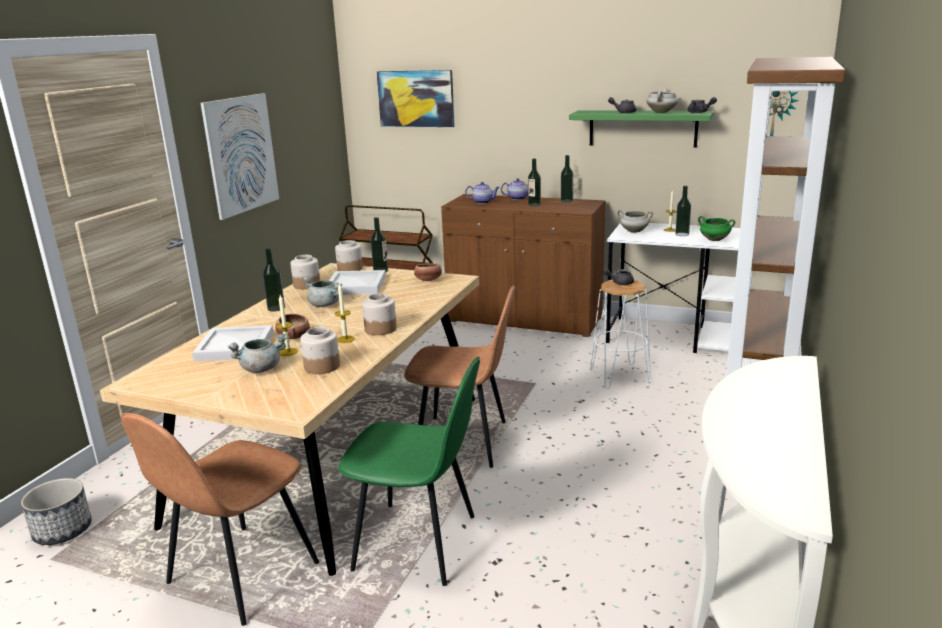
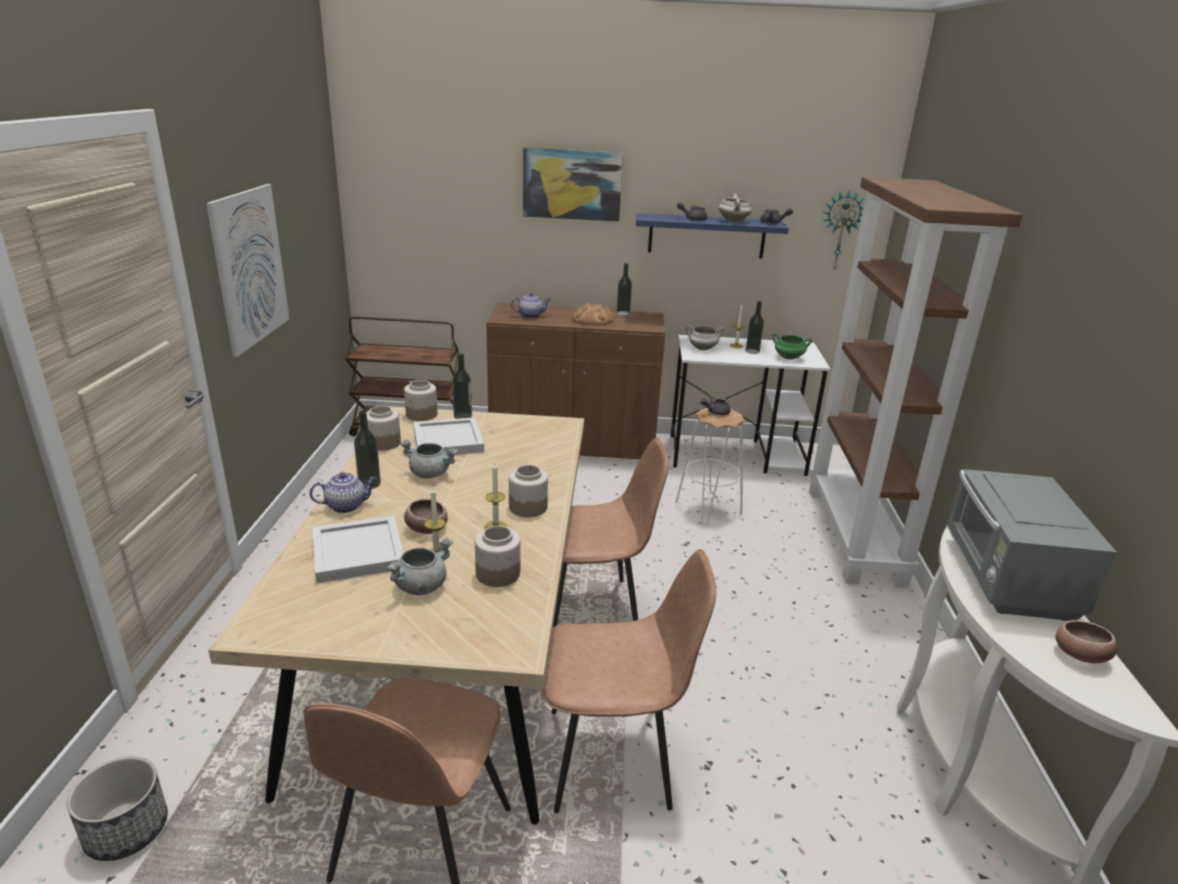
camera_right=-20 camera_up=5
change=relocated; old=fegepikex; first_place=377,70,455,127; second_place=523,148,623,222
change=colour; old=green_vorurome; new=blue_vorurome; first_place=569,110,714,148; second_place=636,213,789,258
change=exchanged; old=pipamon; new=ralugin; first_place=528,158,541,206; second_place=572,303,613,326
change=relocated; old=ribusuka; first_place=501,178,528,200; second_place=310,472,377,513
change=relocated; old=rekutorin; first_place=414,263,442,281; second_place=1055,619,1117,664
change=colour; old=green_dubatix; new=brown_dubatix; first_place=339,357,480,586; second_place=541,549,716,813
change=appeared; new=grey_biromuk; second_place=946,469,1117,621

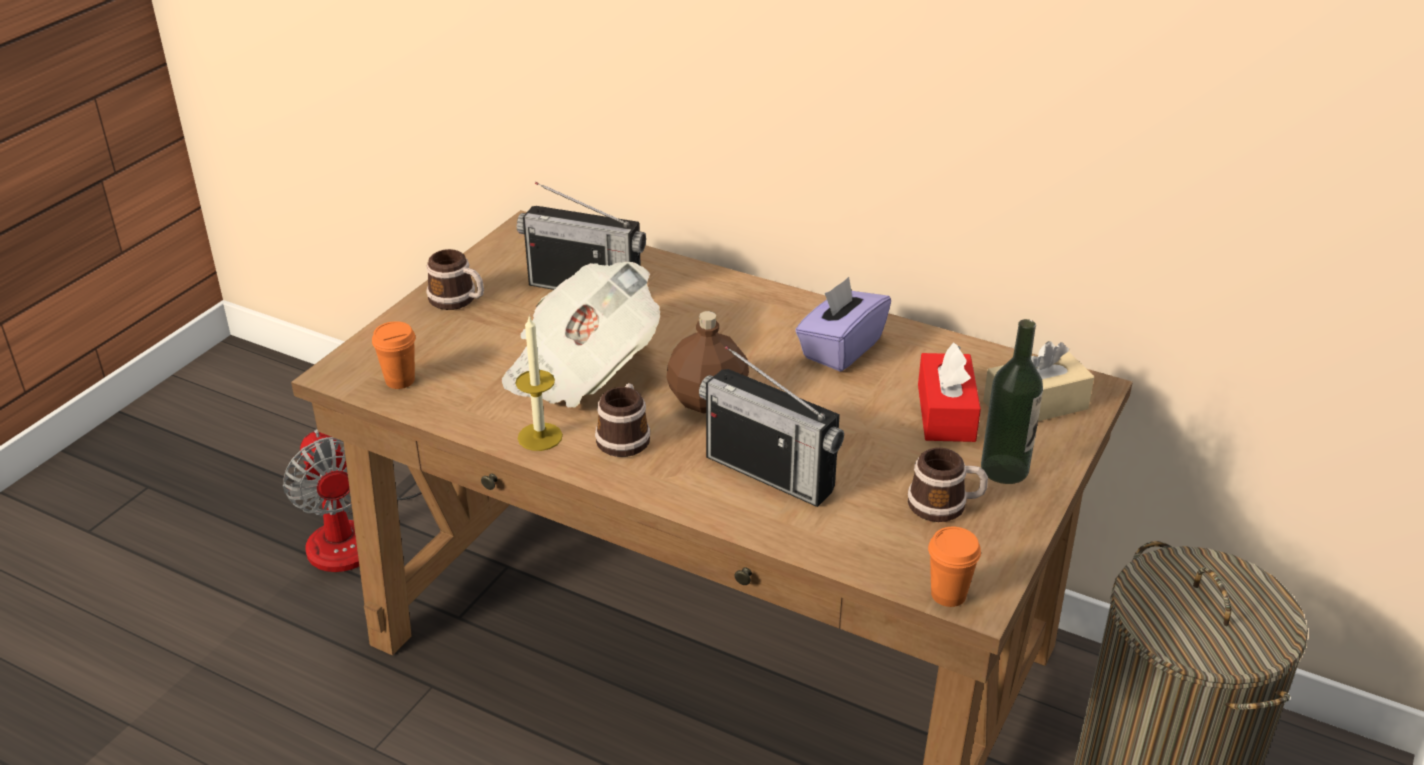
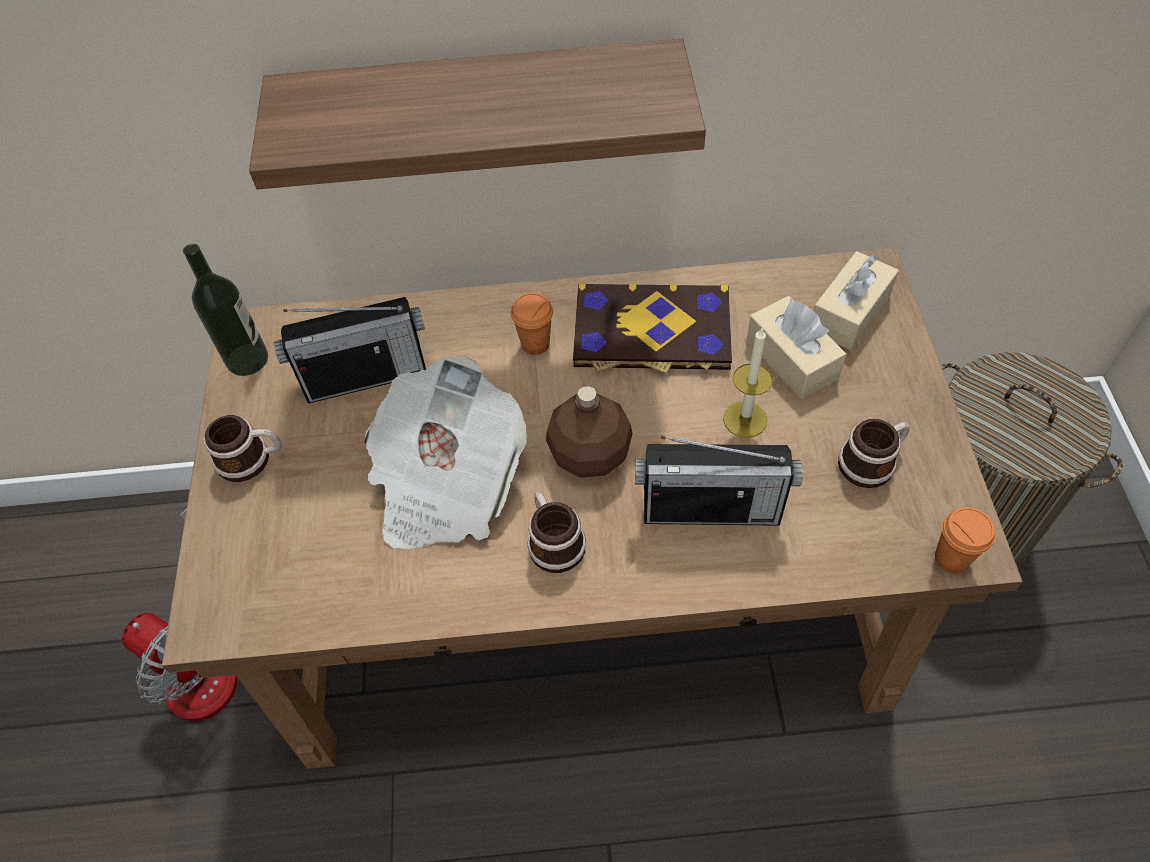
camera_right=-30 camera_up=20
change=exchanged; old=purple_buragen; new=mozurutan; first_place=795,277,891,371; second_place=573,283,732,374
change=relocated; old=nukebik; first_place=515,315,563,451; second_place=723,328,773,438
change=relocated; old=pipamon; first_place=981,319,1043,484; second_place=183,244,268,376
change=relocated; old=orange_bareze; first_place=372,321,416,389; second_place=511,293,553,355
change=colour; old=red_buragen; new=beige_buragen; first_place=918,342,981,442; second_place=747,296,846,399
change=appeared; new=vorurome; second_place=249,39,706,189

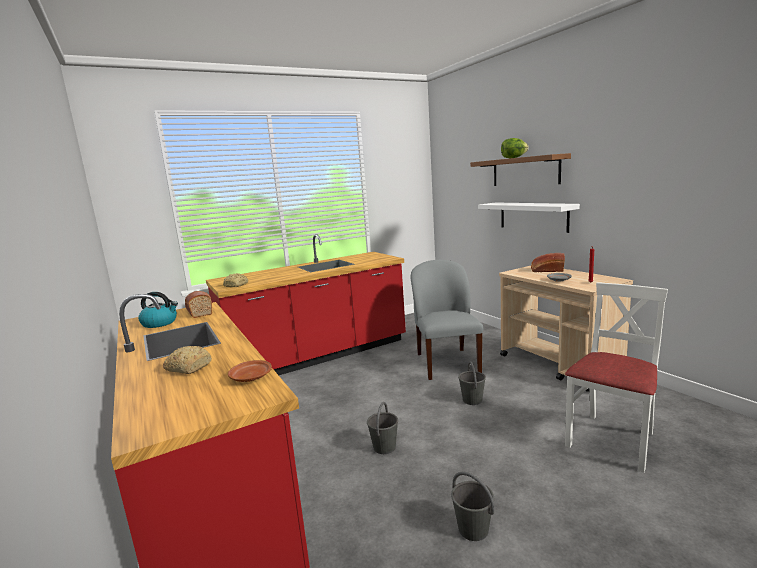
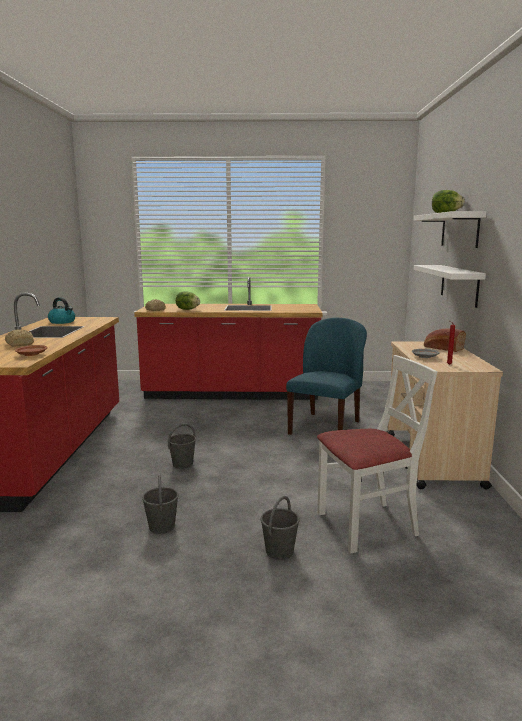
camera_right=30 camera_up=0
change=colour; old=brown_vorurome; new=white_vorurome; first_place=470,153,571,186; second_place=413,211,486,248
change=colour; old=grey_dubatix; new=blue_dubatix; first_place=411,260,483,380; second_place=286,318,367,435
change=missing; old=ralugin; first_place=185,291,212,318
change=relocated; old=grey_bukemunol; first_place=458,361,486,405; second_place=261,496,300,560
change=appeared; new=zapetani; second_place=176,291,200,310

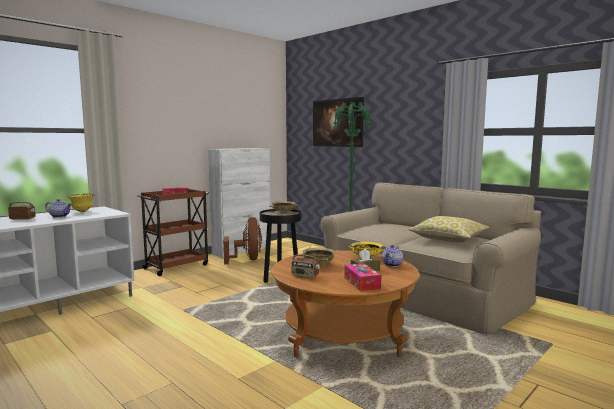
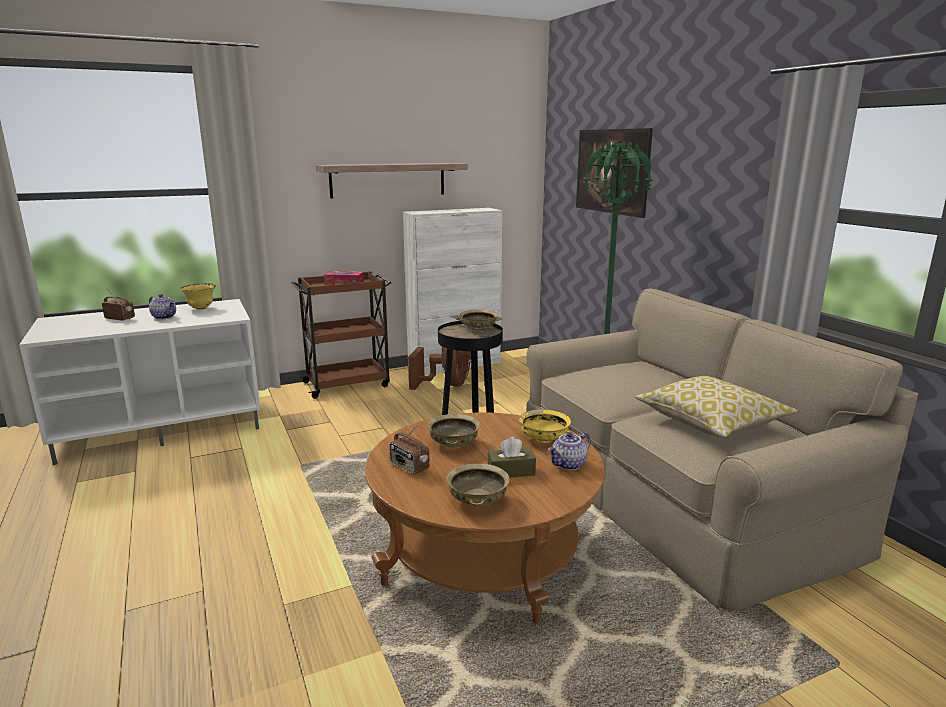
camera_right=20 camera_up=10
change=exchanged; old=buragen; new=beige_rekutorin; first_place=344,263,381,291; second_place=447,464,510,506
change=appeared; new=vorurome; second_place=316,163,468,199

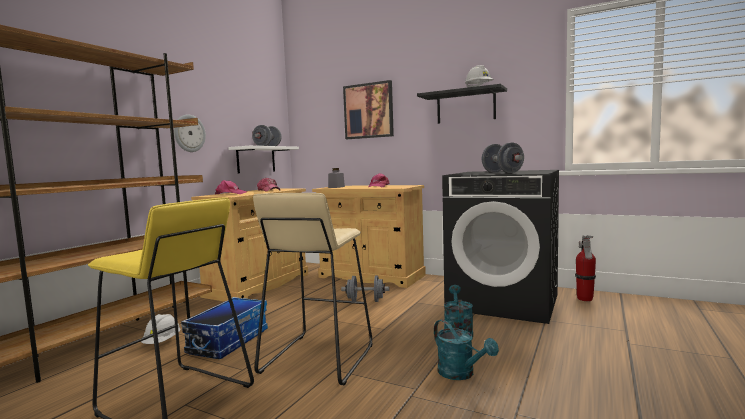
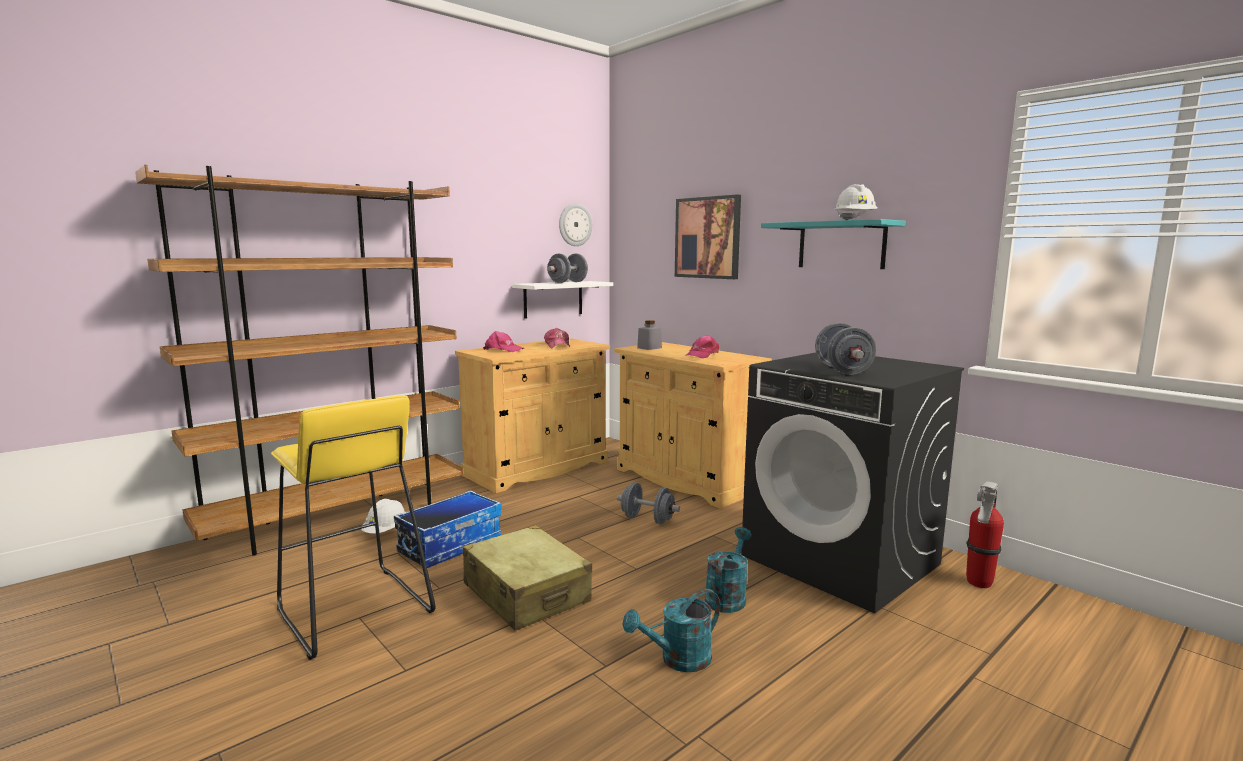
camera_right=20 camera_up=5
change=colour; old=black_vorurome; new=turquoise_vorurome; first_place=417,84,507,124; second_place=761,219,906,269
change=relocated; old=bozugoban; first_place=174,115,206,152; second_place=559,203,592,246
change=exchanged; old=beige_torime; new=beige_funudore; first_place=253,193,373,385; second_place=463,525,592,631
change=spun; old=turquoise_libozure; first_place=434,319,499,380; second_place=623,589,720,672; degrees=75

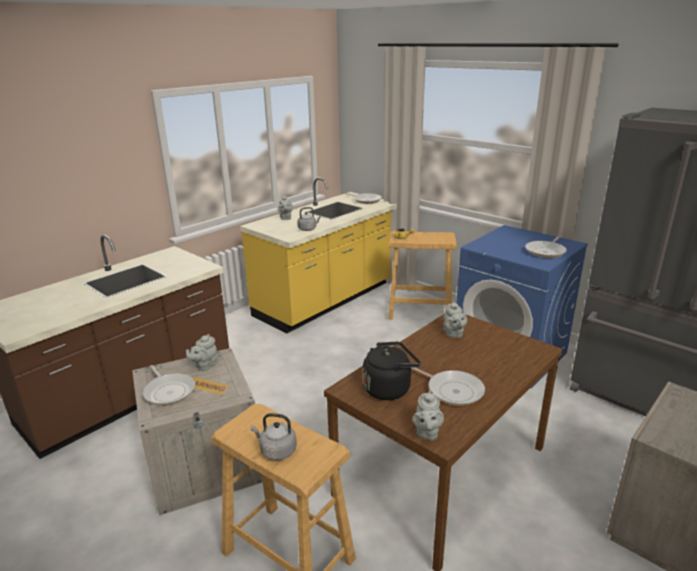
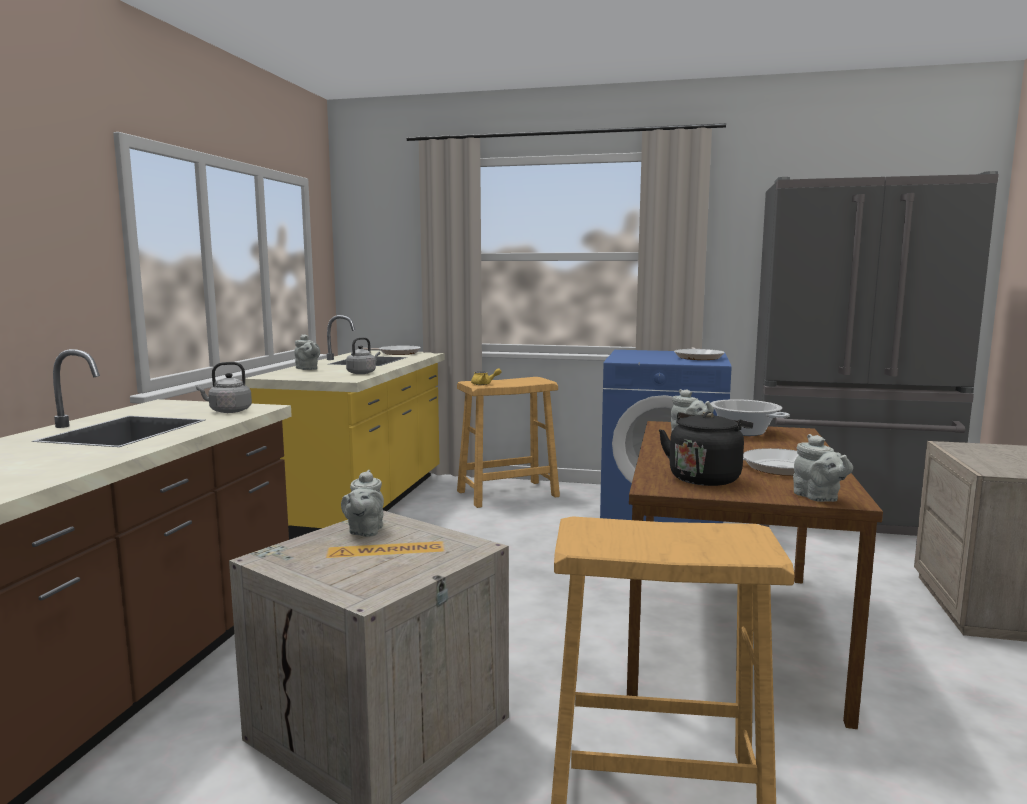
camera_right=-30 camera_up=-15
change=missing; old=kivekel; first_place=143,365,195,405
change=relocated; old=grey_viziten; first_place=251,413,297,460; second_place=196,362,252,413
change=appeared; new=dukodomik; second_place=705,399,790,436

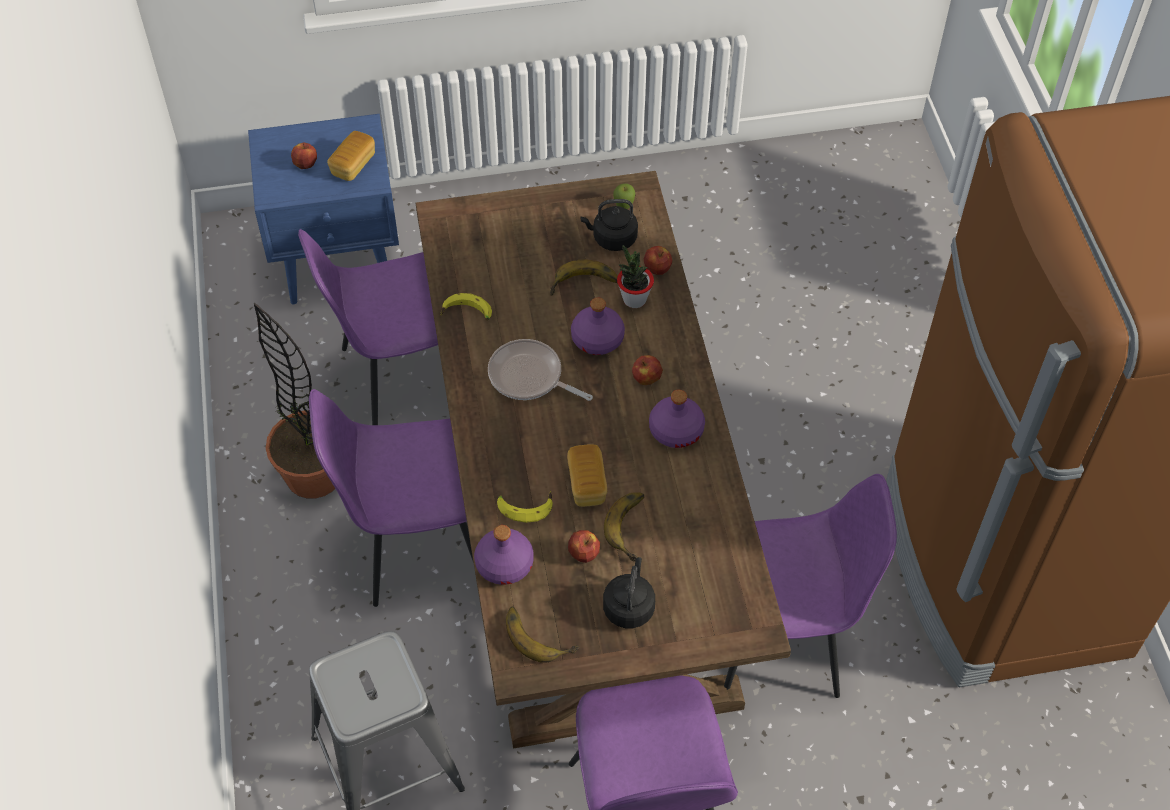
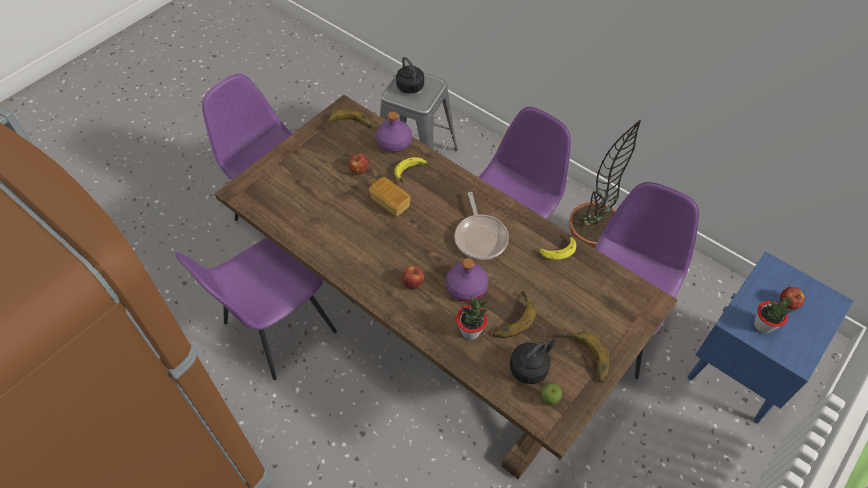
camera_right=140 camera_up=0
change=exchanged; old=ralugin; new=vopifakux; first_place=327,131,375,181; second_place=754,297,793,333
change=missing; old=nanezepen; first_place=644,246,672,275
change=spun; old=kivekel; first_place=488,339,593,401; second_place=454,192,509,260; degrees=90
change=missing; old=purple_pipamon; first_place=649,390,705,448
change=relocated; old=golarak; first_place=604,492,644,561; second_place=560,332,609,383
change=relocated; old=black_viziten; first_place=603,557,655,628; second_place=396,57,424,94

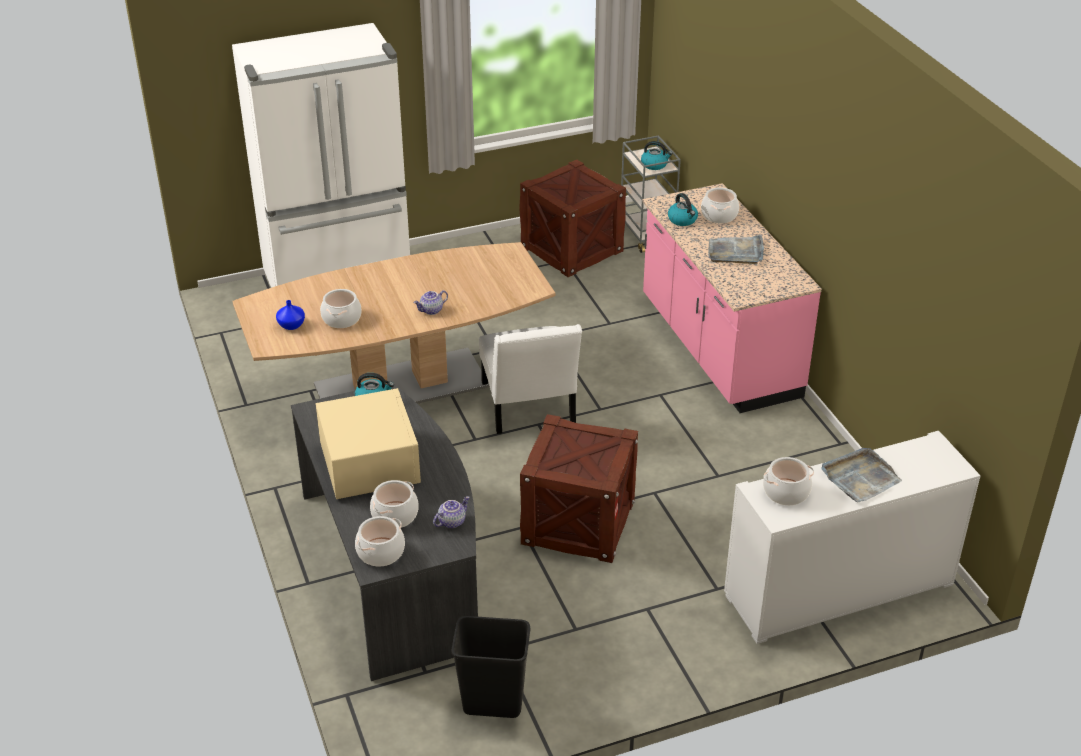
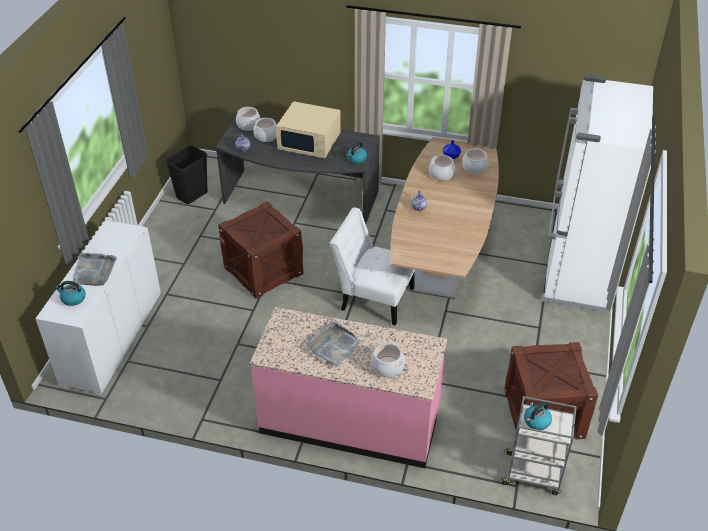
camera_right=125 camera_up=5
change=relocated; old=viziten; first_place=668,193,698,226; second_place=55,281,86,306
change=relocated; old=dukodomik; first_place=763,457,814,506; second_place=462,148,489,174

